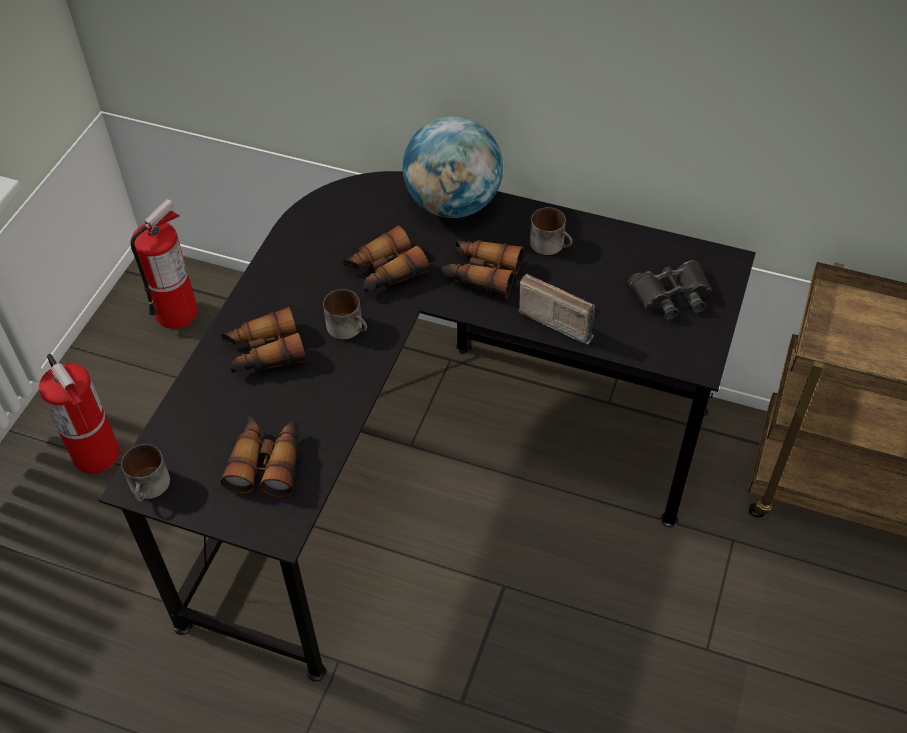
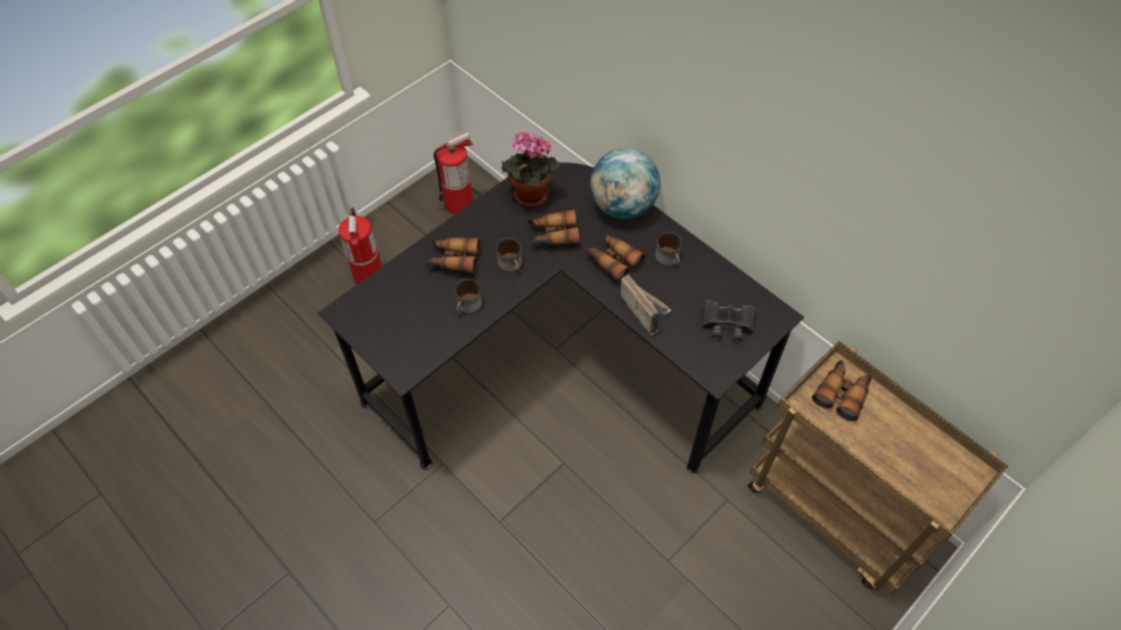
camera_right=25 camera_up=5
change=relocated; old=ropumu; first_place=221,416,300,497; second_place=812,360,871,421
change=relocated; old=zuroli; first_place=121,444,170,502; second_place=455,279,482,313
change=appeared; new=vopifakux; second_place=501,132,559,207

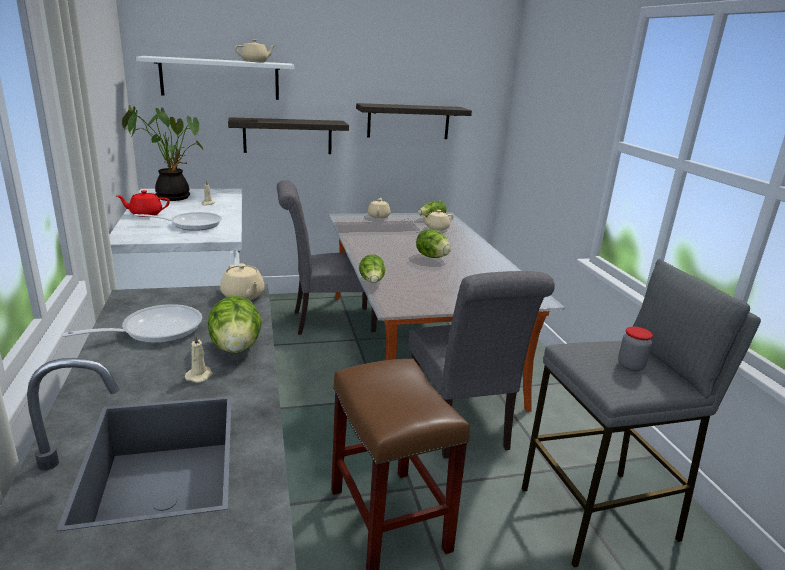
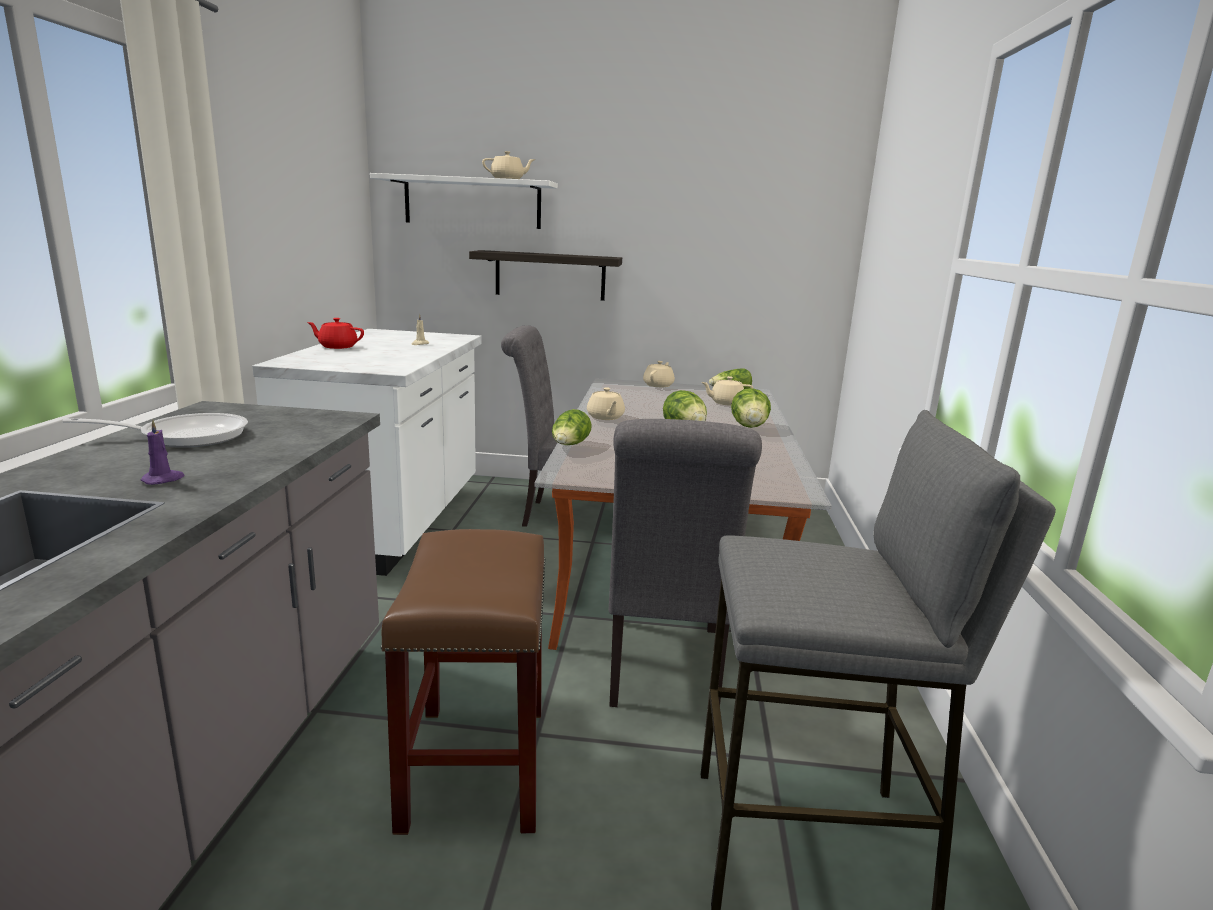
camera_right=20 camera_up=-5
change=missing; old=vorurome; first_place=356,103,472,139
change=missing; old=vopifakux; first_place=122,105,204,201
change=missing; old=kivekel; first_place=134,212,222,231
change=relocated; old=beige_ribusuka; first_place=220,263,265,300; second_place=587,387,625,420
change=relocated; old=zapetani; first_place=208,296,262,353; second_place=731,388,771,428
change=missing; old=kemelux; first_place=618,327,653,371
change=colour; old=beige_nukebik; new=purple_nukebik; first_place=185,334,213,383; second_place=140,419,185,485

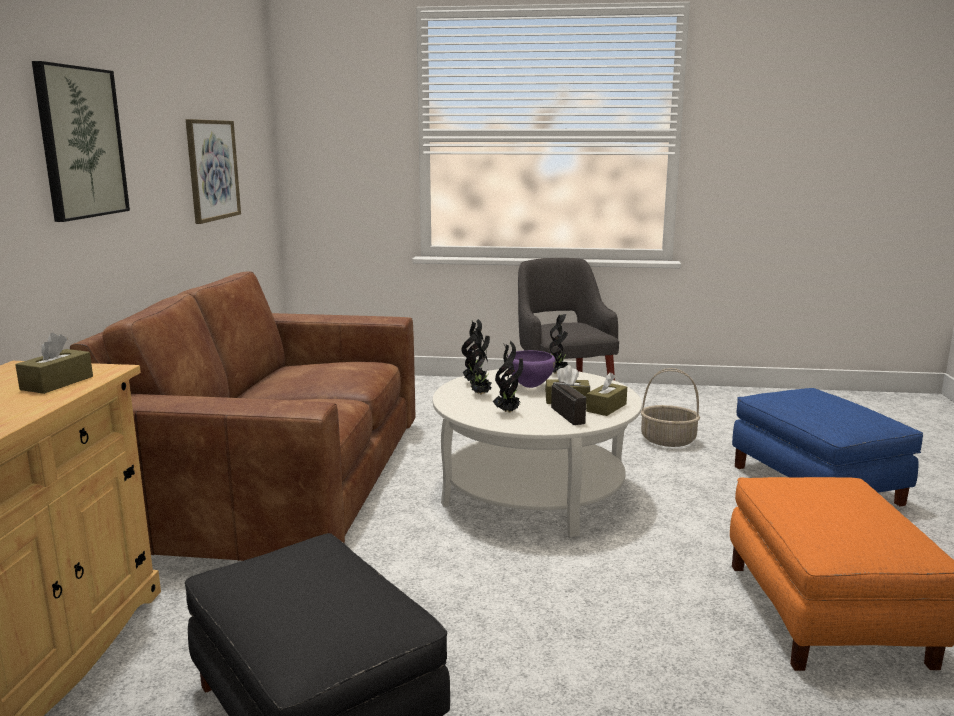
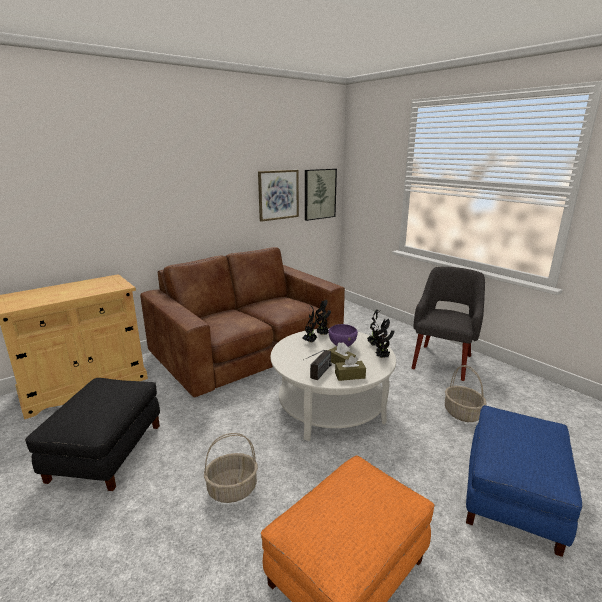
camera_right=45 camera_up=5
change=relocated; old=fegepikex; first_place=32,61,130,222; second_place=305,169,337,221
change=missing; old=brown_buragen; first_place=15,333,93,394
change=relocated; old=vopifakux; first_place=493,341,523,413; second_place=375,318,394,358
change=appeared; new=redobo; second_place=204,433,258,503

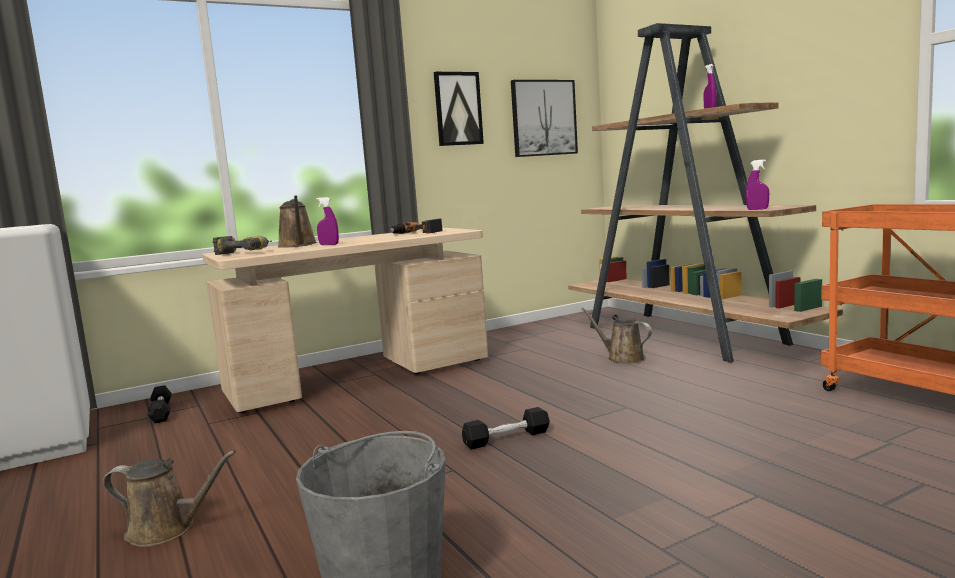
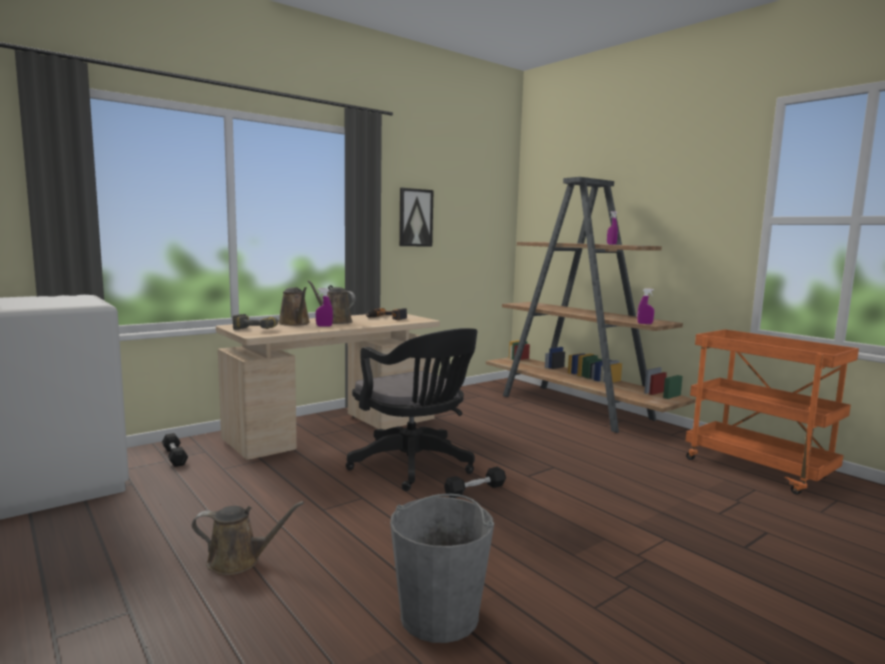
camera_right=-10 camera_up=0
change=missing; old=fegepikex; first_place=511,80,578,157
change=relocated; old=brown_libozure; first_place=581,307,652,364; second_place=308,280,356,324
change=appeared; new=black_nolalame; second_place=346,328,478,491

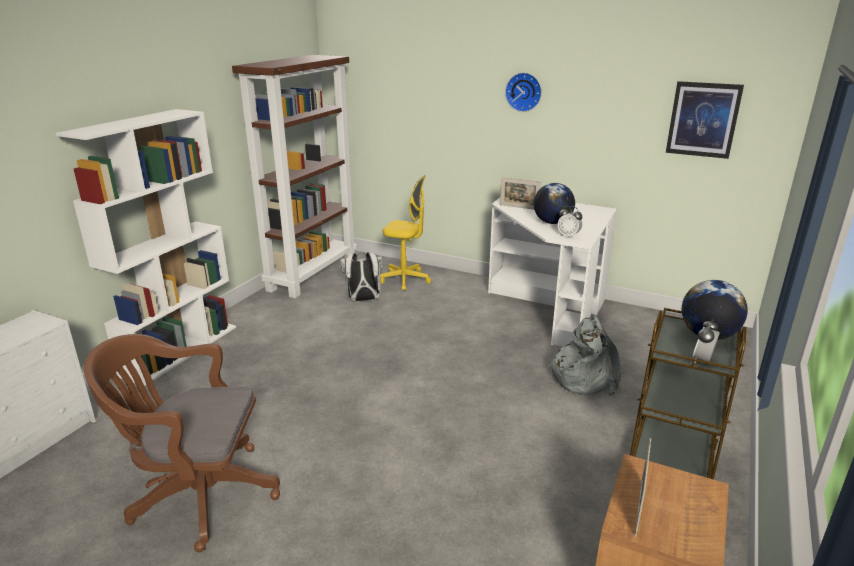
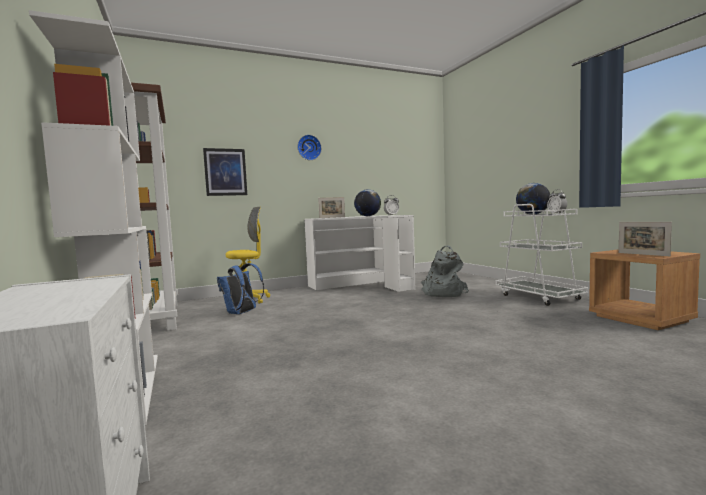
camera_right=-50 camera_up=-20
change=relocated; old=fegepikex; first_place=666,81,744,159; second_place=203,148,247,196
change=colour; old=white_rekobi; new=blue_rekobi; first_place=340,252,382,301; second_place=217,263,264,314
change=colour; old=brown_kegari; new=white_kegari; first_place=630,308,746,480; second_place=495,204,589,306
change=missing; old=brown_nolalame; first_place=84,334,280,552

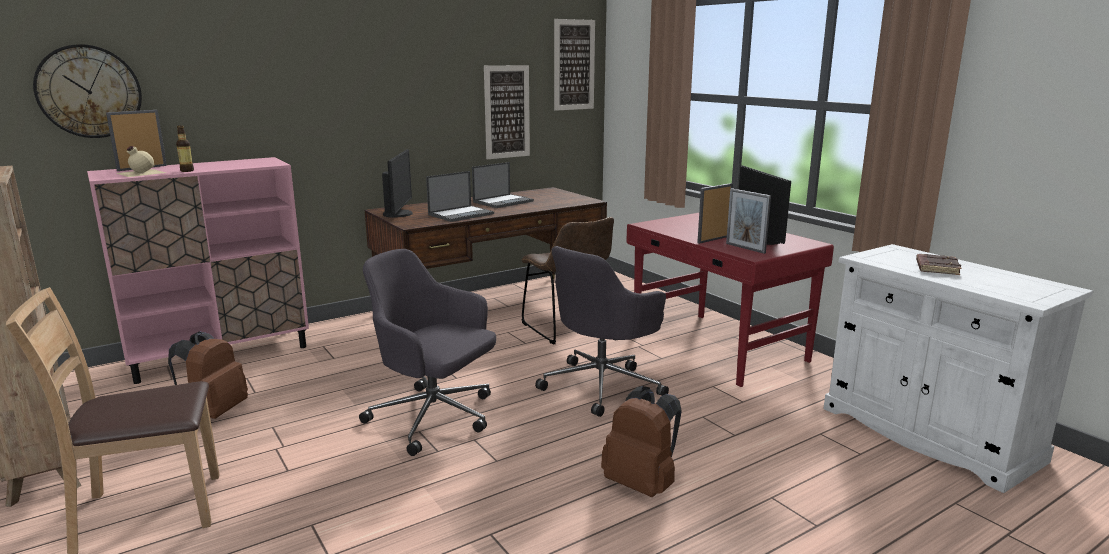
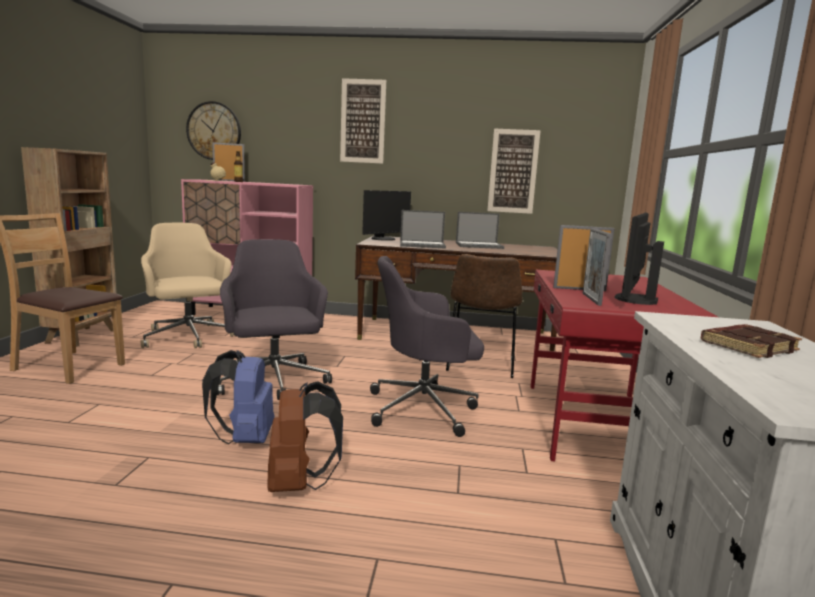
camera_right=40 camera_up=-5
change=relocated; old=fegepikex; first_place=554,19,595,111; second_place=340,78,386,164
change=exchanged; old=brown_rekobi; new=beige_nolalame; first_place=168,331,248,419; second_place=141,223,236,348
change=appeared; new=blue_rekobi; second_place=202,350,274,444

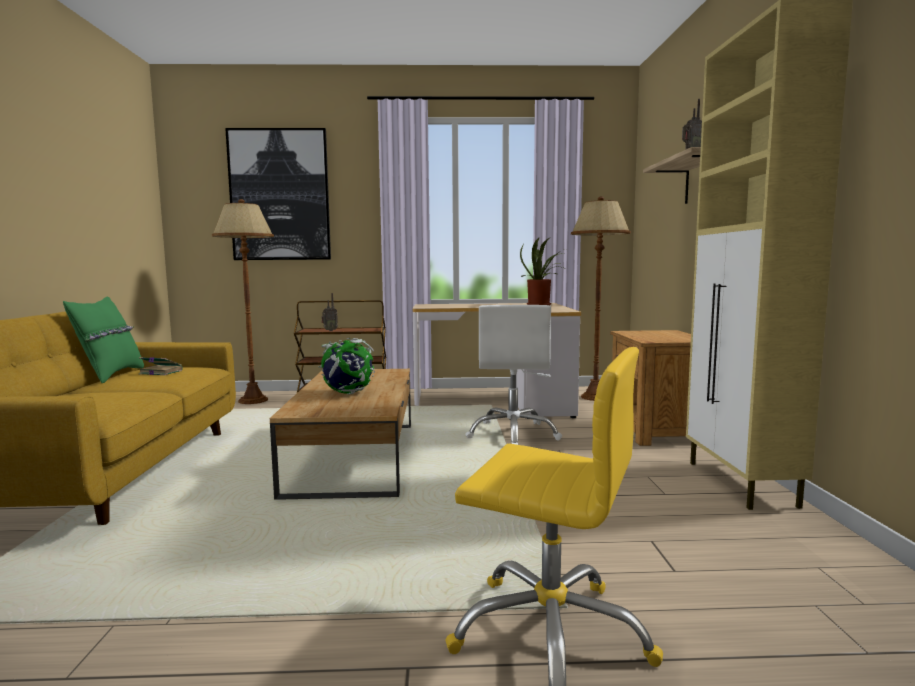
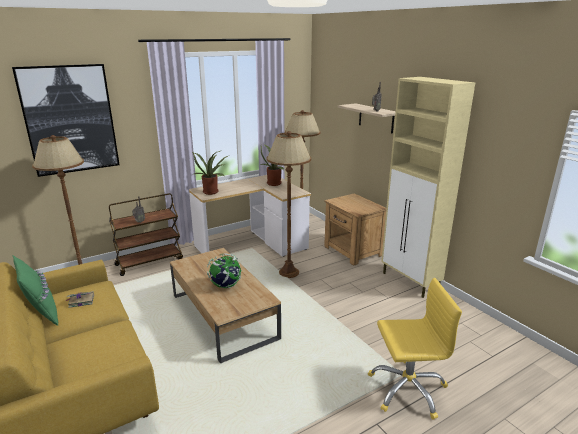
camera_right=-30 camera_up=15
change=exchanged; old=white_nolalame; new=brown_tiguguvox; first_place=465,305,562,445; second_place=266,131,311,278
change=appeared; new=vopifakux; second_place=191,151,228,195

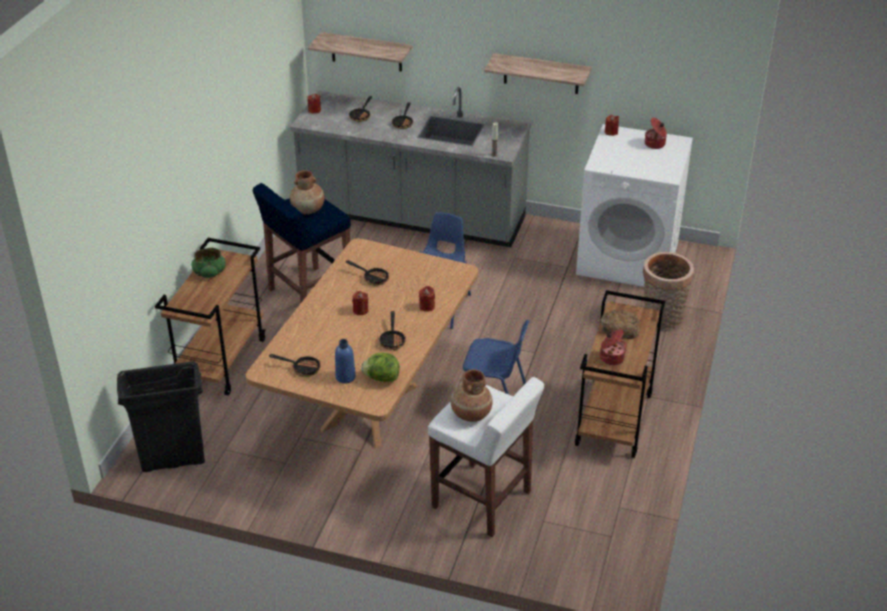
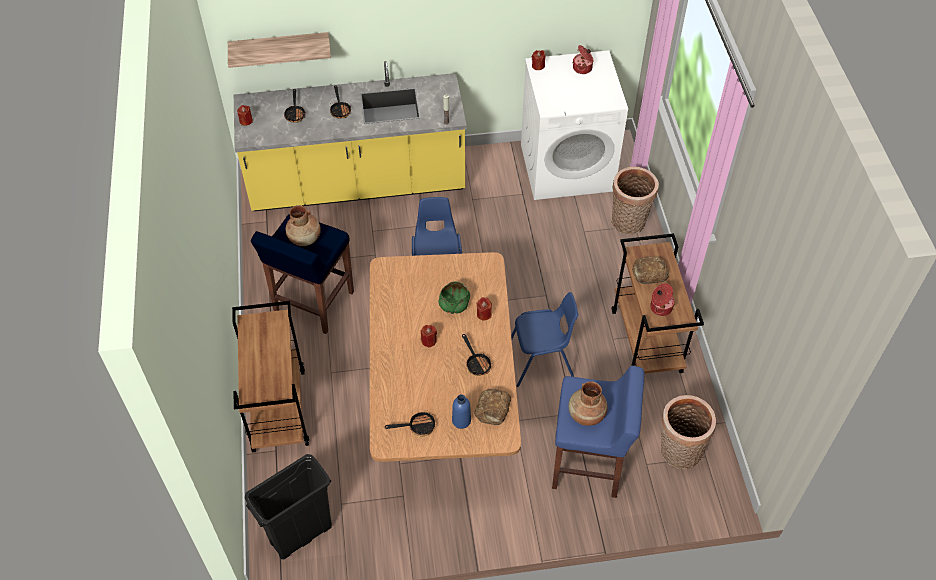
camera_right=-25 camera_up=15
change=missing; old=vorurome; first_place=484,53,592,94
change=colour; old=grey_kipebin; new=yellow_kipebin; first_place=290,87,531,247; second_place=234,61,467,211
change=relocated; old=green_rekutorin; first_place=191,247,226,278; second_place=438,281,470,314
change=missing; old=kivekel; first_place=346,260,389,286
change=exchanged; old=zapetani; new=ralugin; first_place=361,353,400,382; second_place=474,388,511,425
change=colour; old=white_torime; new=blue_torime; first_place=428,377,544,537; second_place=552,366,644,498
change=appeared; new=redobo; second_place=661,395,716,469

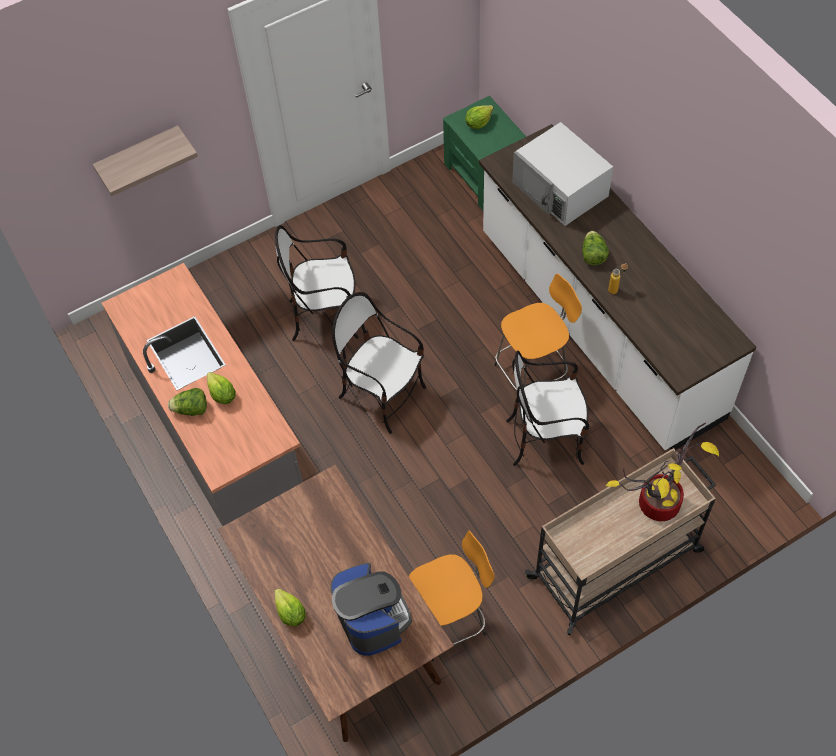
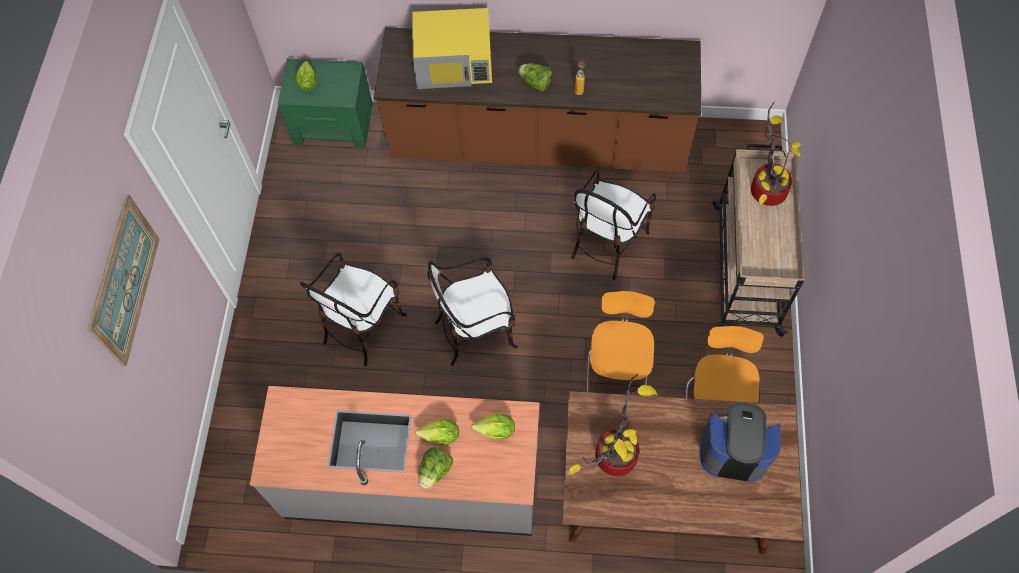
camera_right=-55 camera_up=5
change=colour; old=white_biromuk; new=yellow_biromuk; first_place=512,122,613,226; second_place=412,8,492,89
change=colour; old=white_kipebin; new=brown_kipebin; first_place=479,124,756,450; second_place=374,27,702,172
change=missing; old=vorurome; first_place=92,125,198,196
change=relocated; old=orange_torime; first_place=494,274,582,390; second_place=587,291,655,396
change=relocated; old=zapetani; first_place=274,588,306,626; second_place=471,414,515,440
change=appeared; new=fegepikex; second_place=87,194,159,367
change=appeared; new=vopifakux; second_place=568,374,657,476

